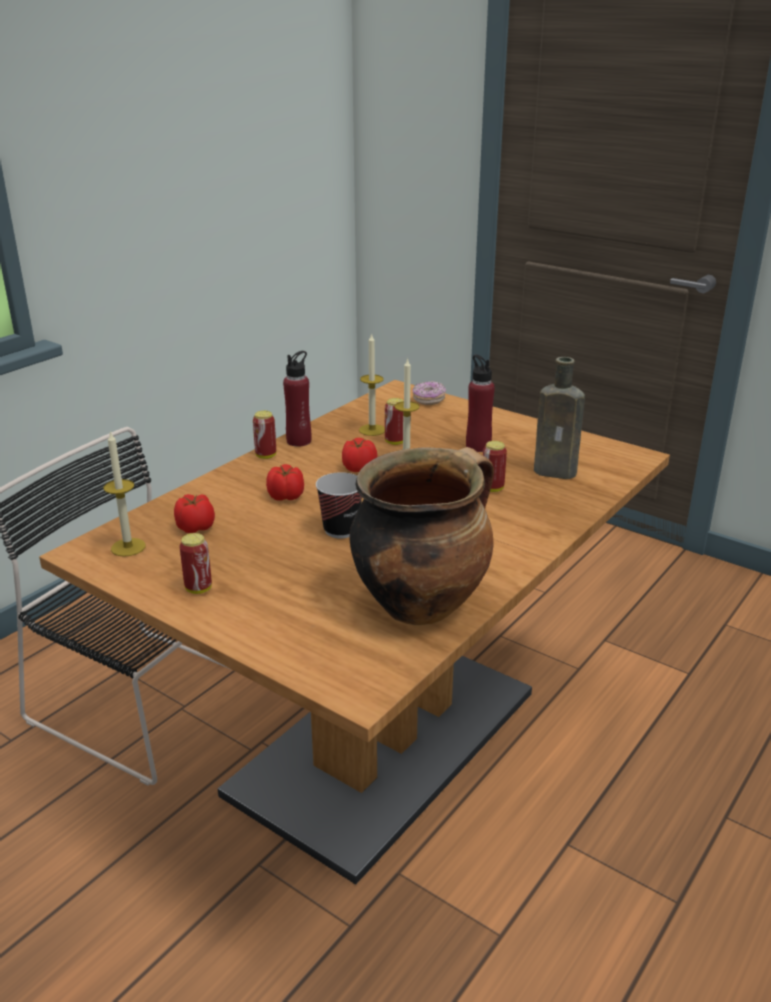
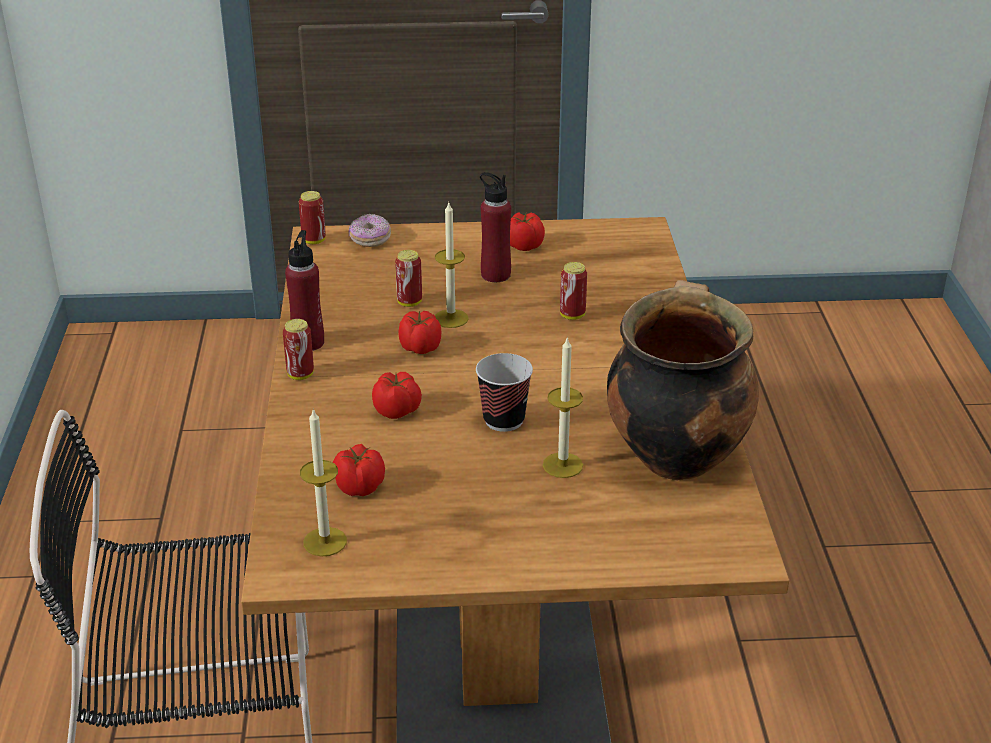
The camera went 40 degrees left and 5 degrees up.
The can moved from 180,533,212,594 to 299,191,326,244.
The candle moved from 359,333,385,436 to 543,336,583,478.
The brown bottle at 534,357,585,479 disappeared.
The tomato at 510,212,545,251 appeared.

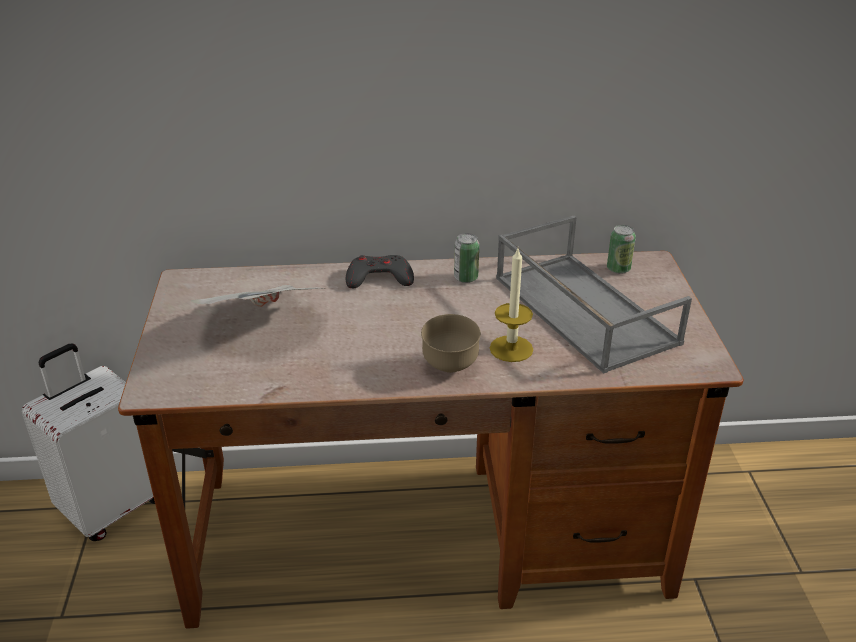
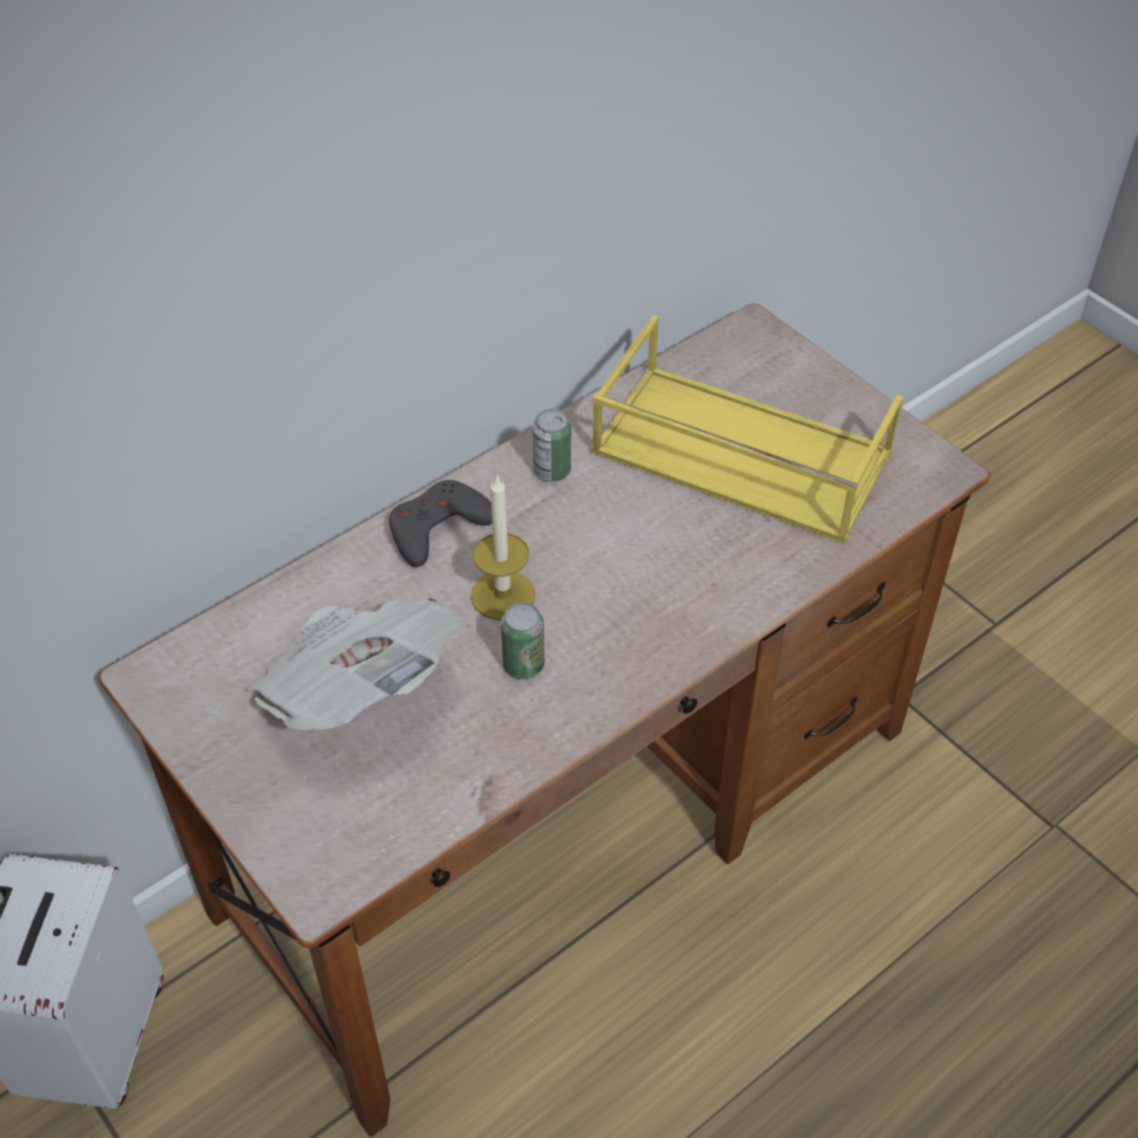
The camera went 35 degrees left and 15 degrees up.
The brown bowl at 421,314,481,373 disappeared.
The candle moved from 490,249,533,362 to 471,474,535,620.
The grey tray at 496,216,692,373 became the yellow tray at 591,315,903,543.
The can moved from 607,225,636,274 to 501,602,545,679.

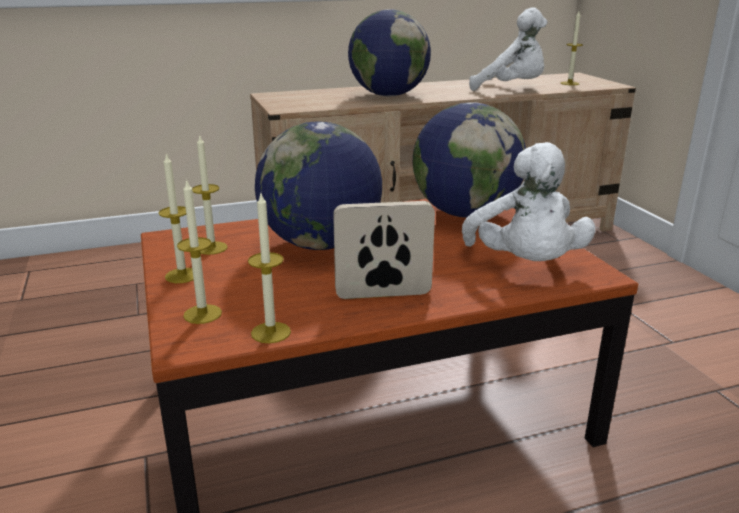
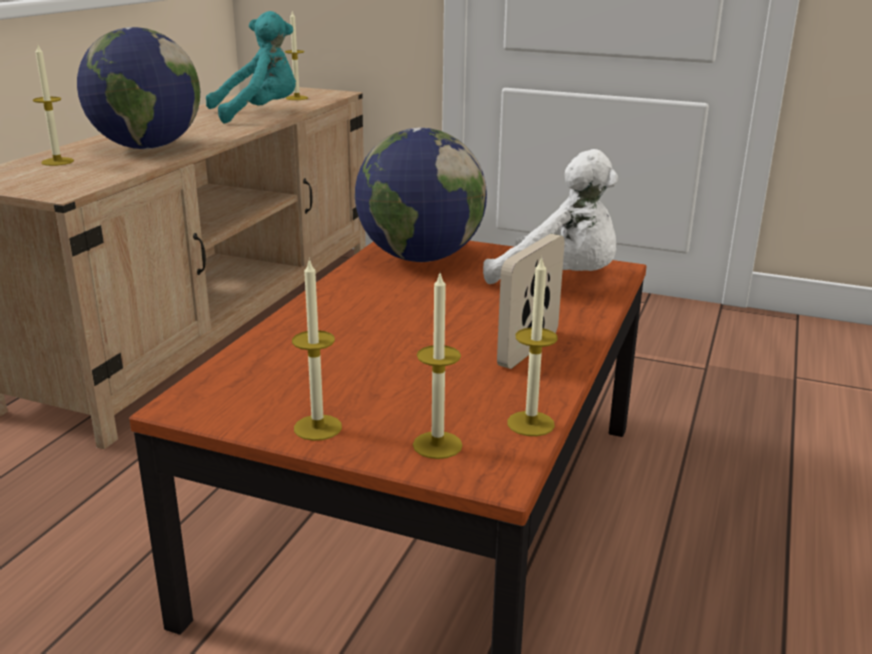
The camera went 50 degrees left and 0 degrees up.
The candle moved from 192,134,228,255 to 33,43,74,166.
The globe at 255,122,382,250 disappeared.
The white plush toy at 469,7,548,91 became the turquoise plush toy at 206,11,296,123.

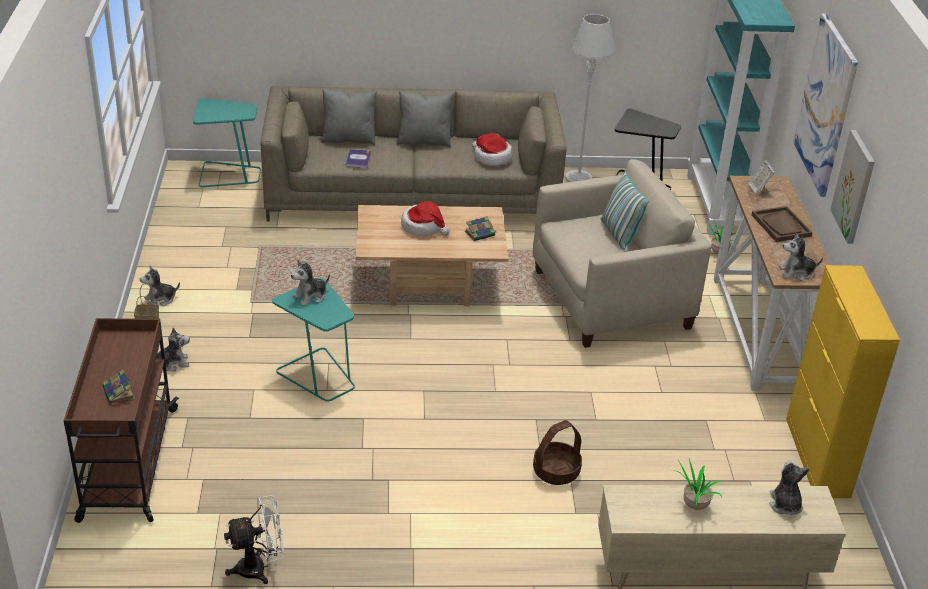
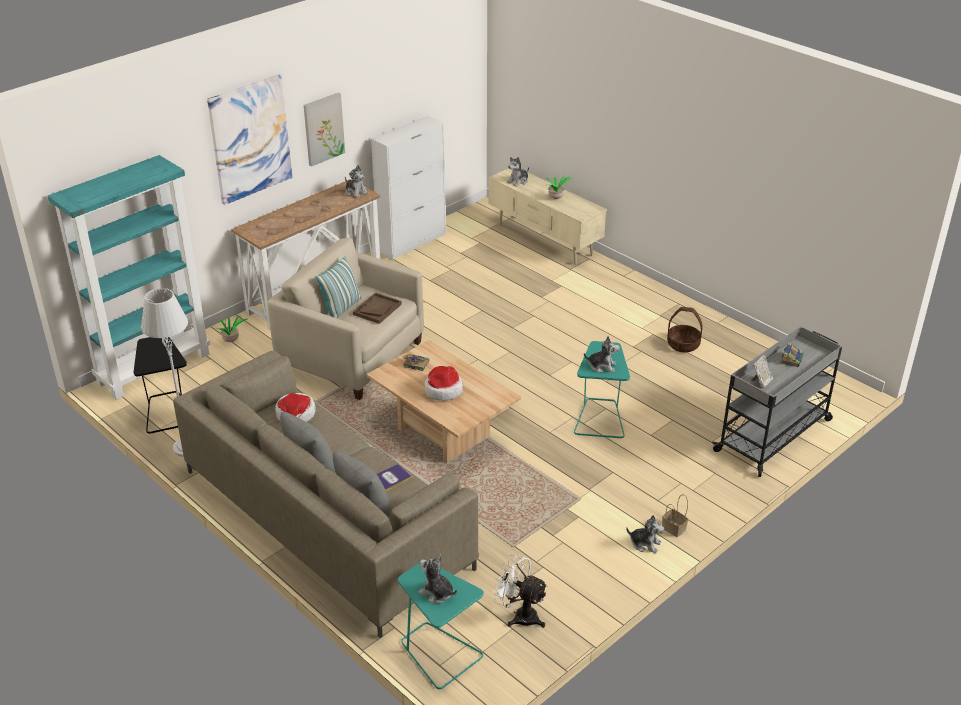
The camera went 130 degrees left and 0 degrees up.
The brown cart at 64,318,179,523 became the grey cart at 712,326,842,477.
The plush toy moved from 157,327,190,371 to 418,554,457,603.
The white fan moved from 224,495,284,584 to 493,554,548,628.
The basket moved from 533,420,582,485 to 667,307,703,352.
The picture frame moved from 748,160,775,195 to 752,355,773,388.
The brown tray moved from 751,206,813,242 to 353,292,402,324.
The yellow cabinet at 786,265,900,498 became the white cabinet at 371,116,446,260.

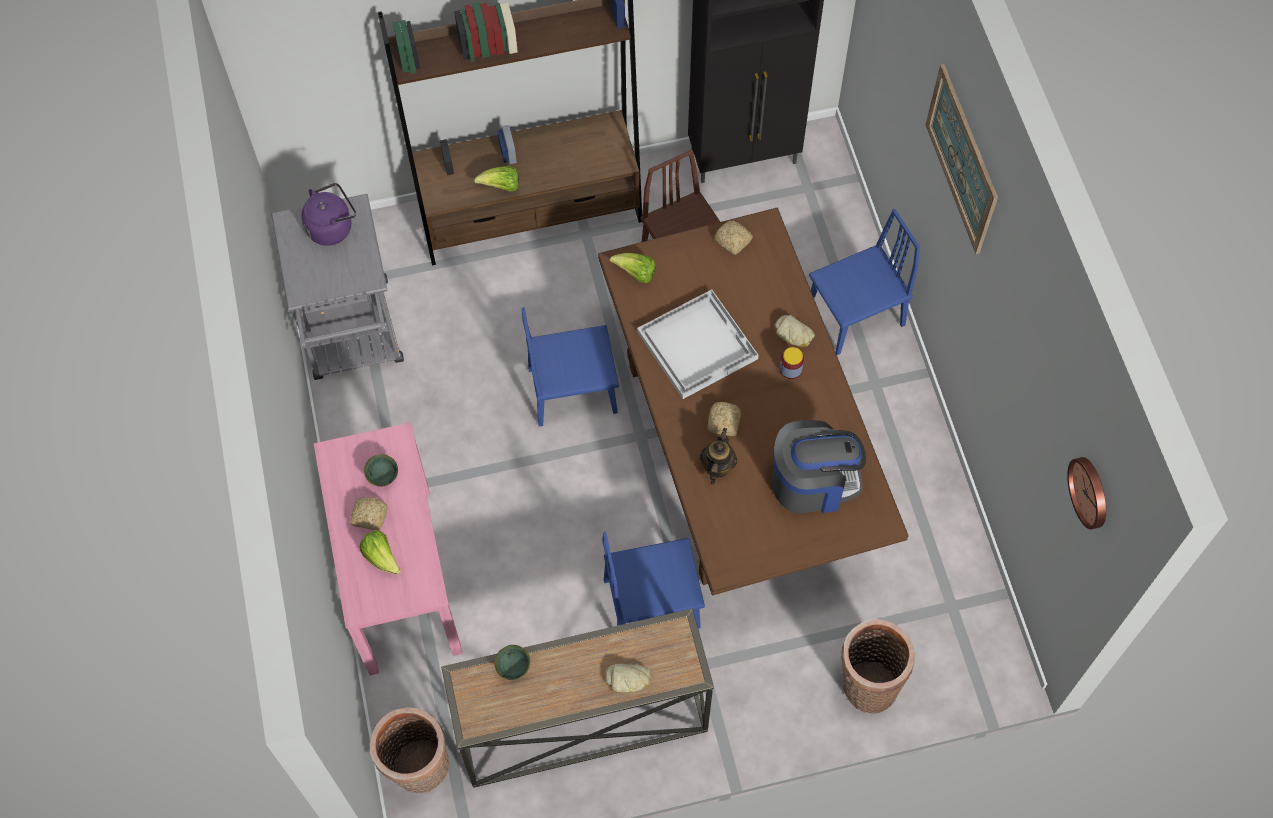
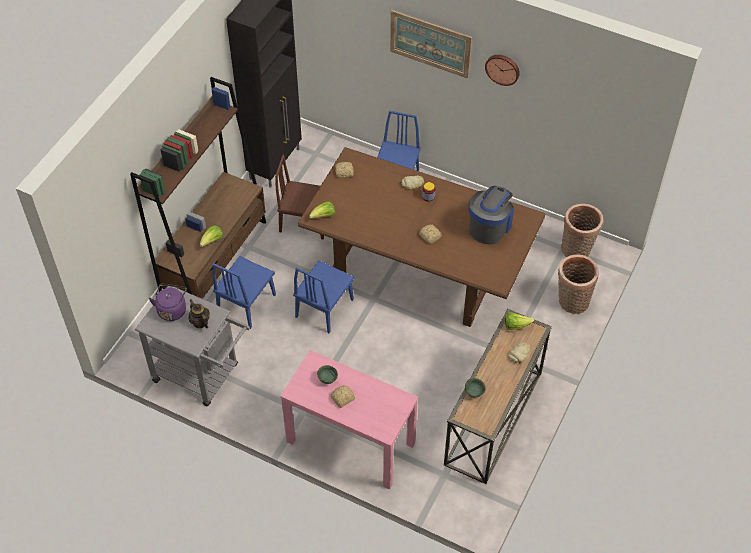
The camera went 50 degrees left and 10 degrees down.
The lettuce moved from 360,530,401,574 to 505,312,534,330.
The basket moved from 370,707,449,793 to 561,203,603,257.
The blue chair moved from 602,532,705,629 to 212,256,276,329.
The white tray at 637,290,759,399 disappeared.
The teapot moved from 700,428,737,485 to 189,299,210,328.
The wall clock moved from 1067,457,1106,530 to 485,55,520,86.

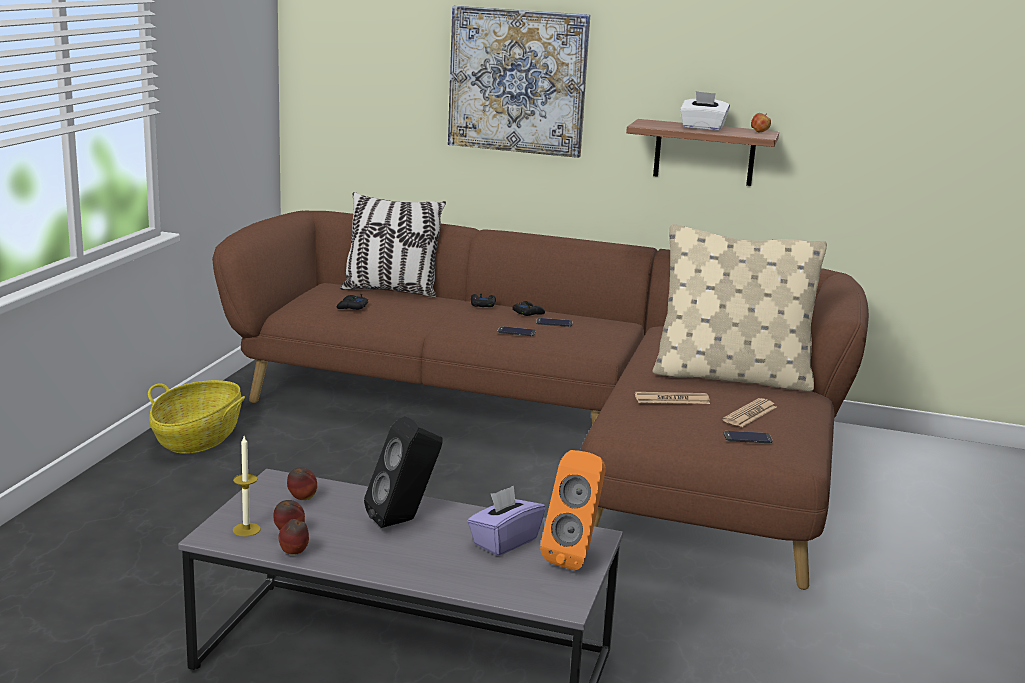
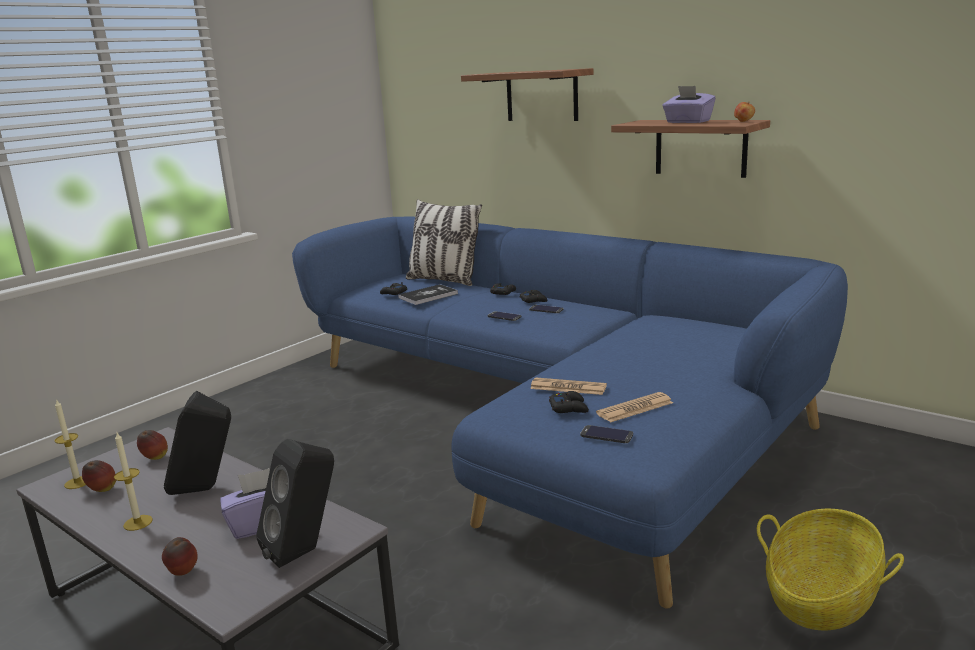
The camera went 25 degrees right and 0 degrees up.
The basket moved from 148,380,245,454 to 757,509,904,631.
The brown sofa at 212,211,869,590 became the blue sofa at 292,216,848,609.
The apple moved from 278,519,309,555 to 162,537,198,576.
The picture at 448,5,590,158 was replaced by the shelf at 461,68,594,121.
The orange speaker at 540,450,606,571 became the black speaker at 256,439,334,568.
The beige pillow at 652,224,827,391 disappeared.
The white tissue box at 680,91,730,130 became the purple tissue box at 663,86,716,123.
The candle at 114,432,153,531 appeared.
The book at 398,284,458,305 appeared.
The black game controller at 549,391,589,413 appeared.

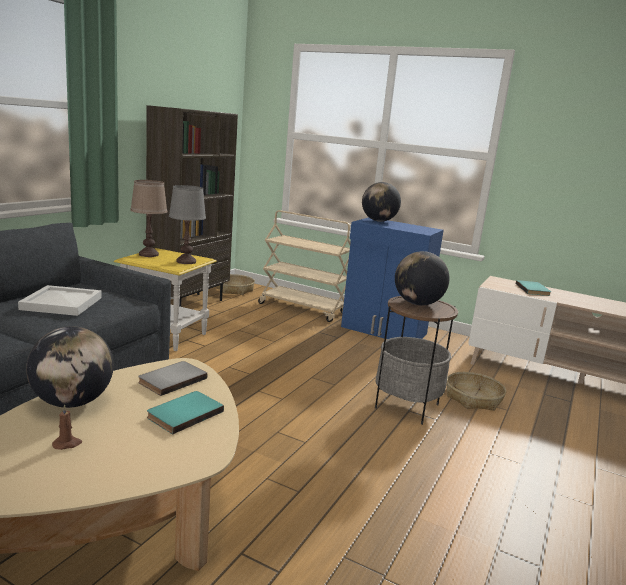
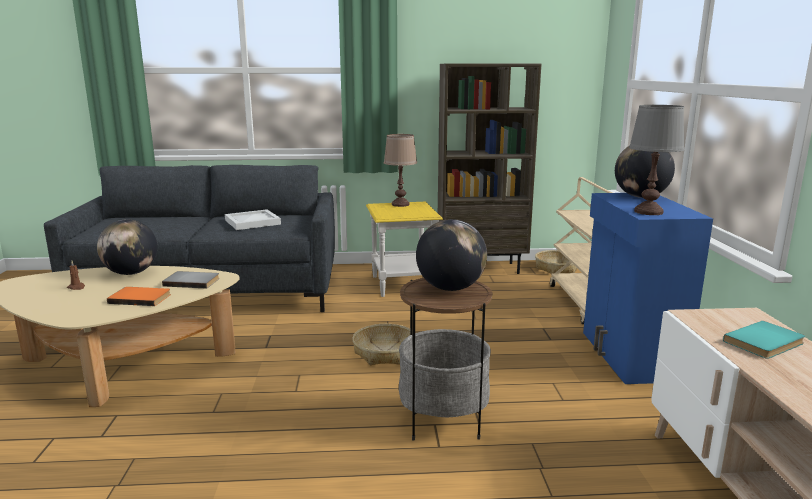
The camera went 60 degrees right and 0 degrees up.
The turquoise book at 147,391,224,434 became the orange book at 107,287,171,306.
The grey table lamp moved from 169,185,206,264 to 629,105,684,215.
The basket moved from 447,372,506,411 to 352,324,410,365.

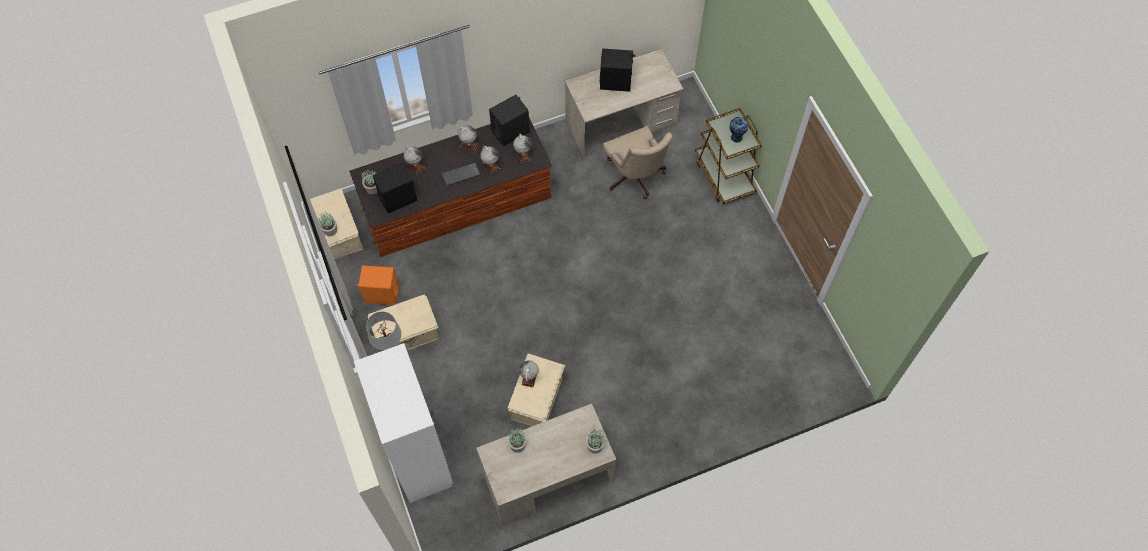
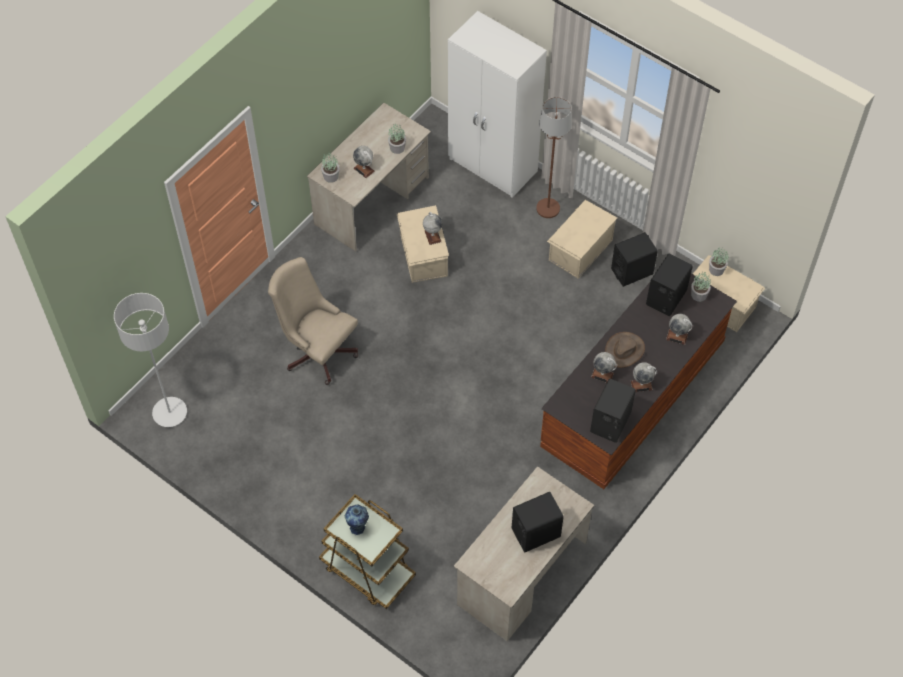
The camera went 150 degrees right and 5 degrees down.
The orange speaker at 357,266,399,305 became the black speaker at 611,232,658,287.
The keyboard at 442,163,480,186 was replaced by the brown hat at 605,332,645,368.
The globe moved from 513,134,531,163 to 353,146,375,178.
The beige office chair moved from 603,126,672,199 to 268,257,358,385.
The grey floor lamp at 114,293,187,427 appeared.

